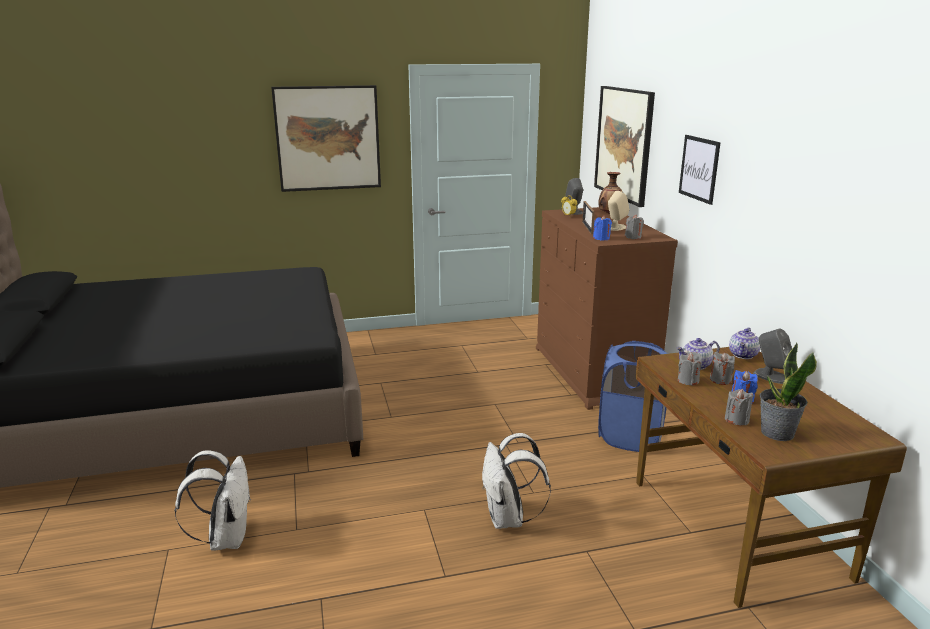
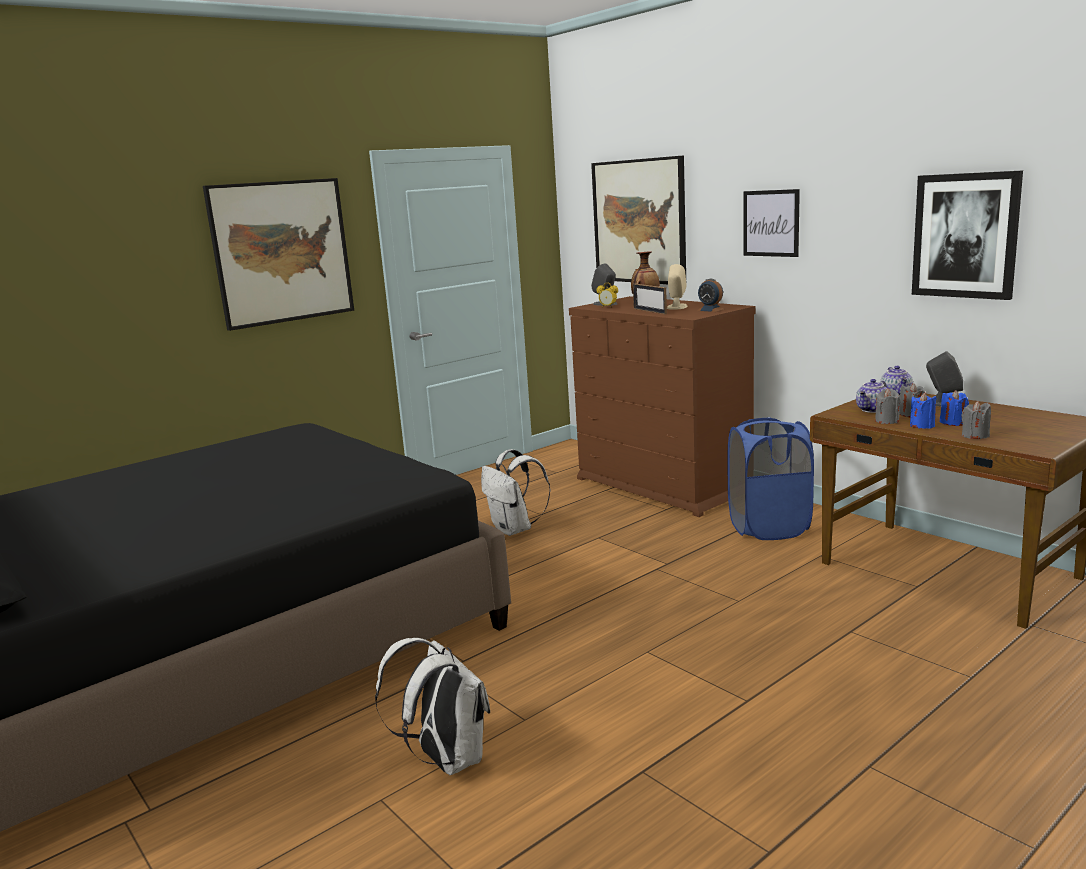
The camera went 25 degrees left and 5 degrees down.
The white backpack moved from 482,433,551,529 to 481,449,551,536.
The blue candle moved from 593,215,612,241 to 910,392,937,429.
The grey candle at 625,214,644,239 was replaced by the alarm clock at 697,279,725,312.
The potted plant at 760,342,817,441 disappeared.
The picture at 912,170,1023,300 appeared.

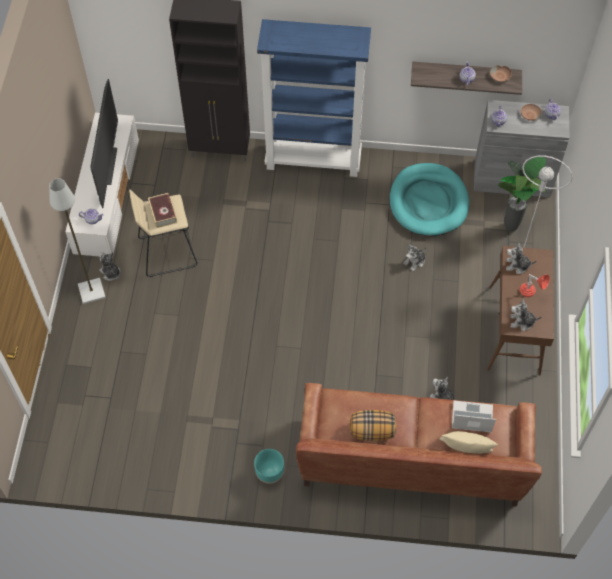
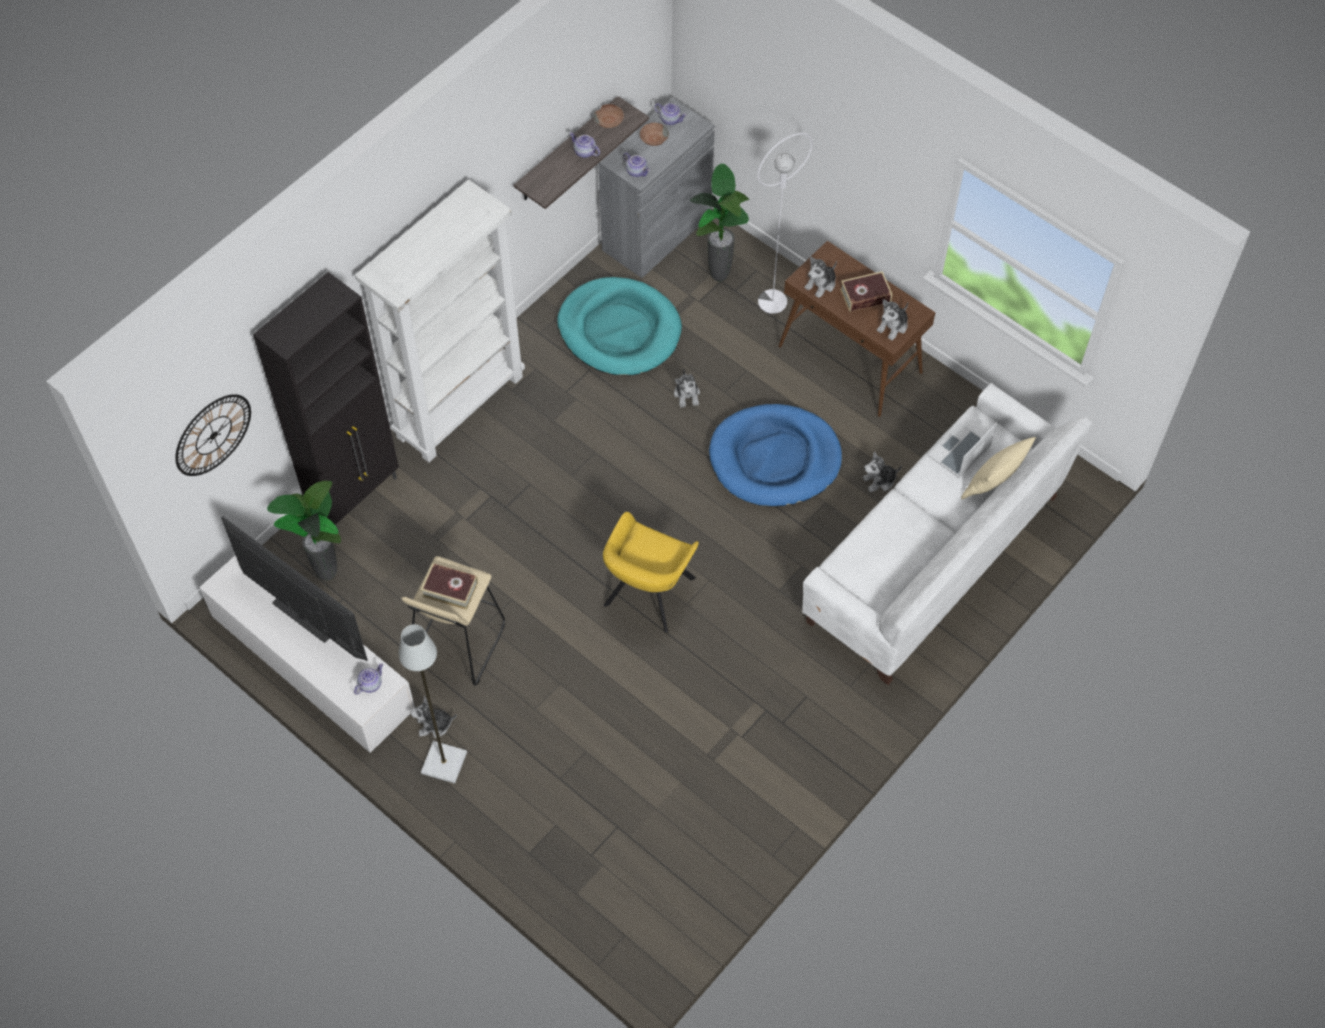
The camera went 55 degrees left and 0 degrees up.
The turquoise planter at 254,449,284,484 disappeared.
The blue bookcase at 257,19,371,177 became the white bookcase at 355,179,525,462.
The brown sofa at 296,383,542,507 became the white sofa at 802,383,1092,685.
The pillow at 350,410,397,441 disappeared.
The red table lamp at 520,274,550,297 was replaced by the book at 840,271,892,312.
The wall clock at 175,394,251,476 appeared.
The potted plant at 267,481,341,580 appeared.
The yellow armchair at 603,512,699,633 appeared.
The blue dog bed at 709,404,842,507 appeared.

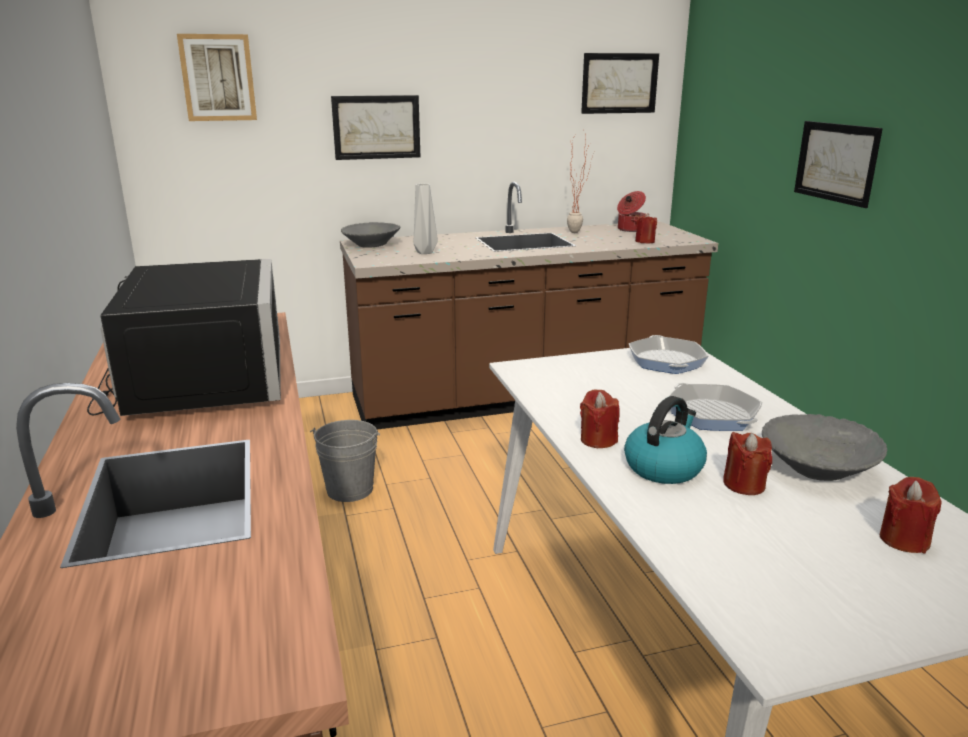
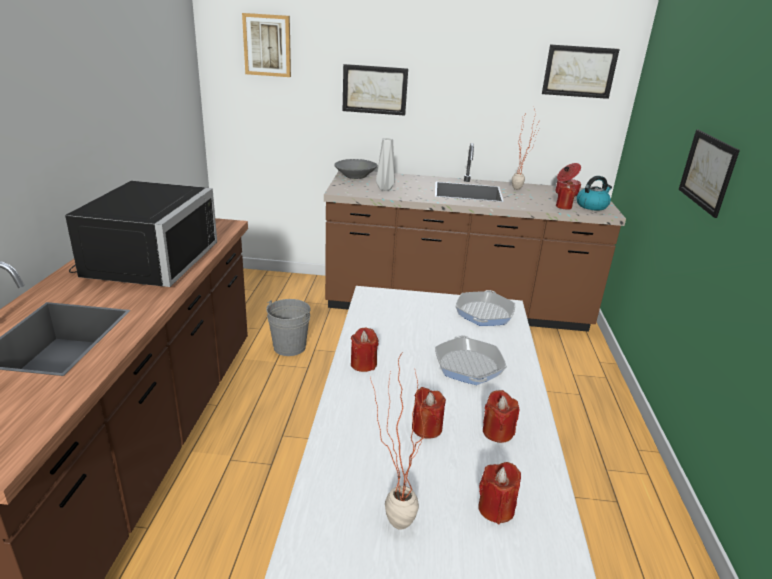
The camera went 20 degrees right and 5 degrees up.
The kettle moved from 624,396,707,484 to 576,176,612,211.
The grey bowl at 762,414,887,481 was replaced by the red candle at 483,390,519,443.
The potted plant at 370,353,429,530 appeared.

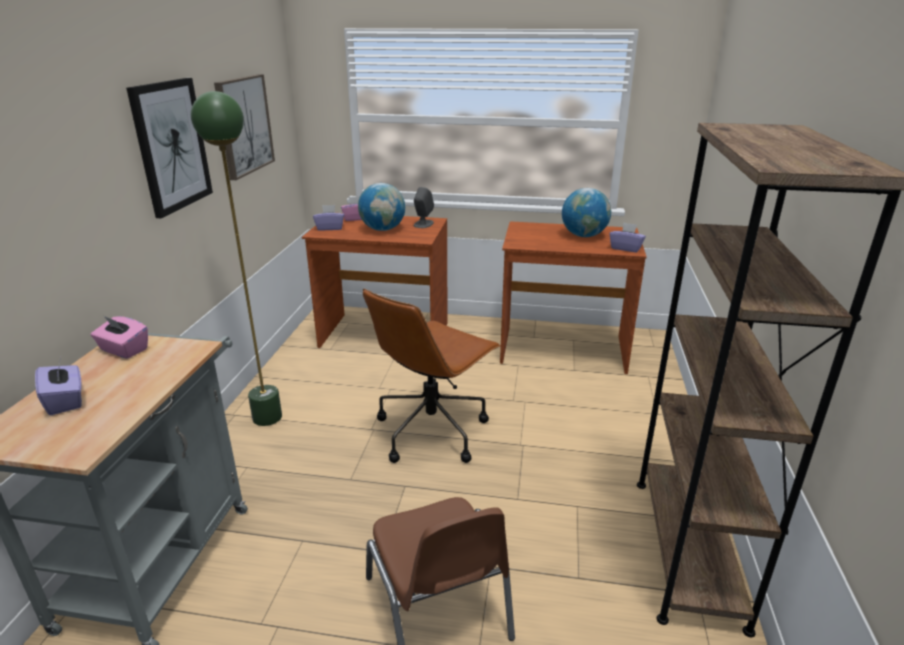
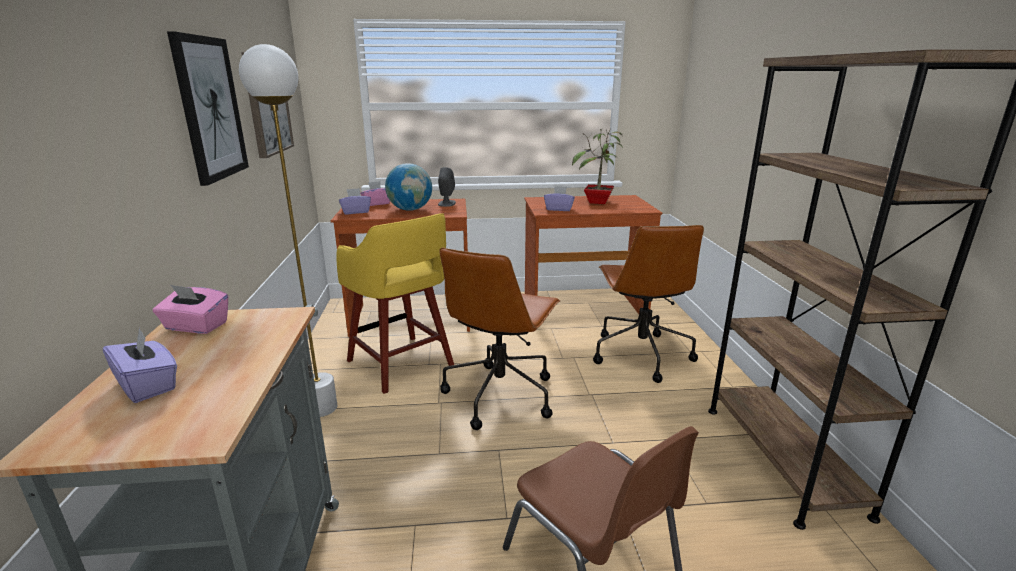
The camera went 15 degrees left and 5 degrees down.
The green floor lamp at 191,91,282,426 became the white floor lamp at 239,44,337,417.
The globe at 562,188,611,237 was replaced by the potted plant at 572,128,624,204.
The purple tissue box moved from 610,222,646,252 to 544,186,575,211.
The yellow stool at 336,213,454,394 appeared.
The brown office chair at 593,225,704,383 appeared.

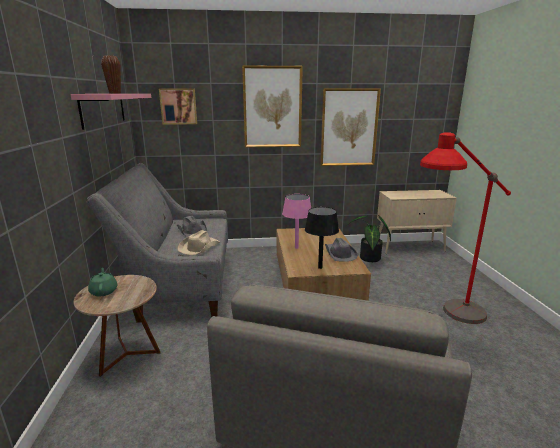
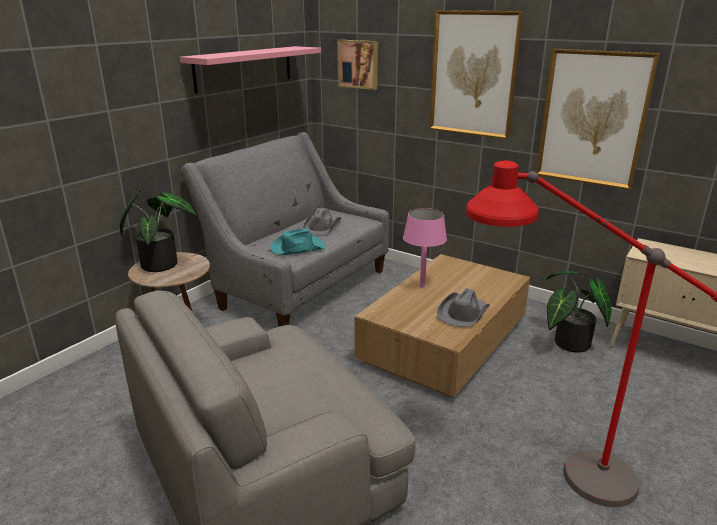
The camera went 40 degrees right and 5 degrees up.
The green teapot at 88,268,118,297 was replaced by the potted plant at 120,189,197,272.
The brown vase at 101,55,121,94 disappeared.
The beige hat at 178,230,220,255 became the turquoise hat at 270,228,325,255.
The black table lamp at 305,207,339,269 disappeared.

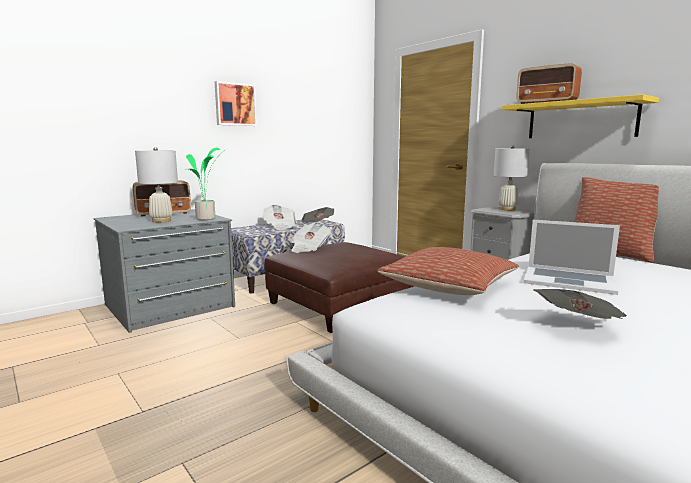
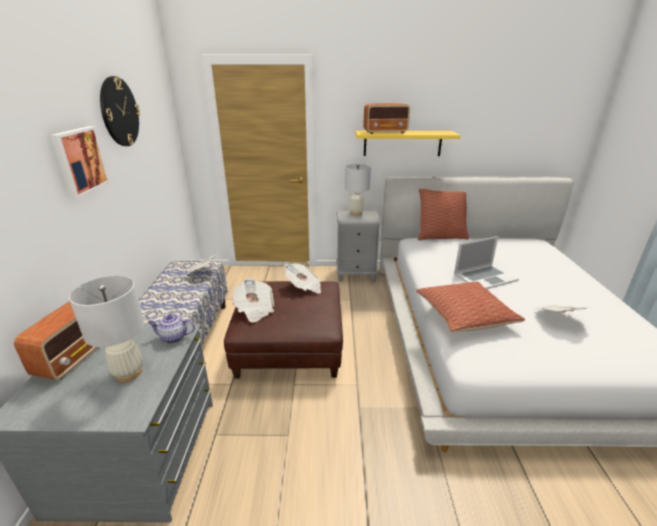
The camera went 50 degrees left and 15 degrees up.
The potted plant at 185,148,225,220 was replaced by the teapot at 147,314,195,343.
The newspaper moved from 262,205,297,230 to 284,264,321,293.
The wall clock at 100,76,140,146 appeared.

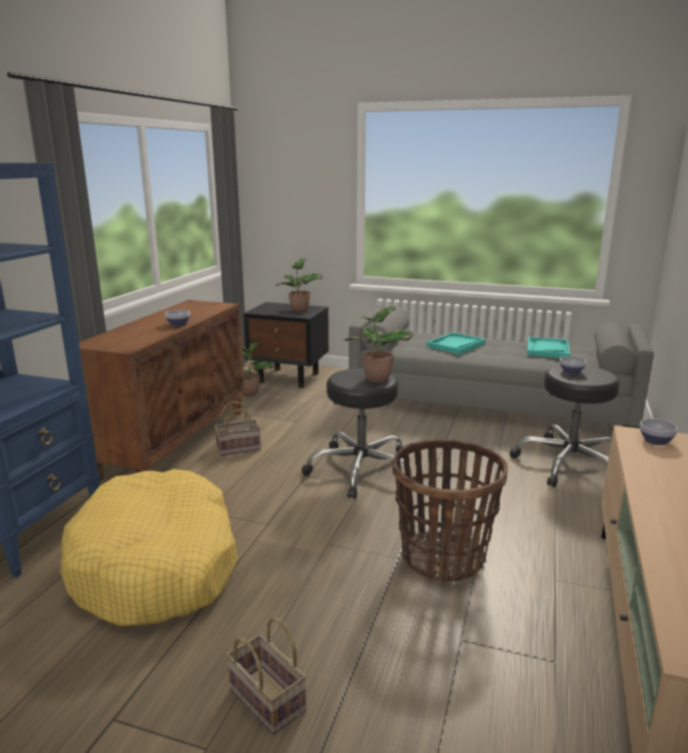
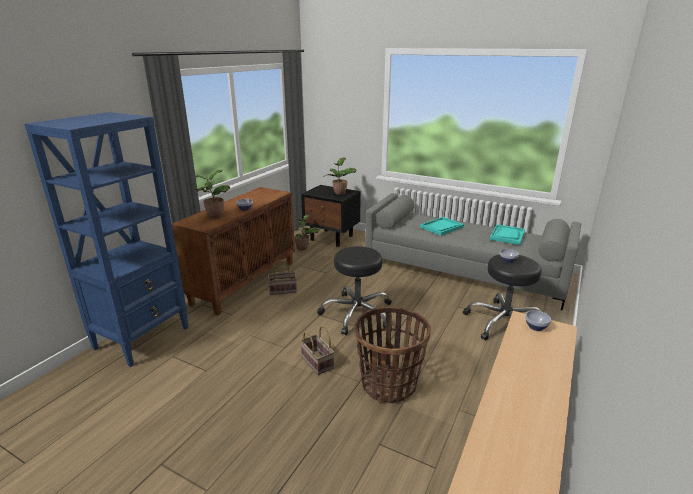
The camera went 10 degrees right and 5 degrees up.
The yellow dog bed at 60,469,238,626 disappeared.
The basket moved from 226,617,307,735 to 300,326,334,375.
The potted plant moved from 343,306,414,383 to 192,169,230,218.

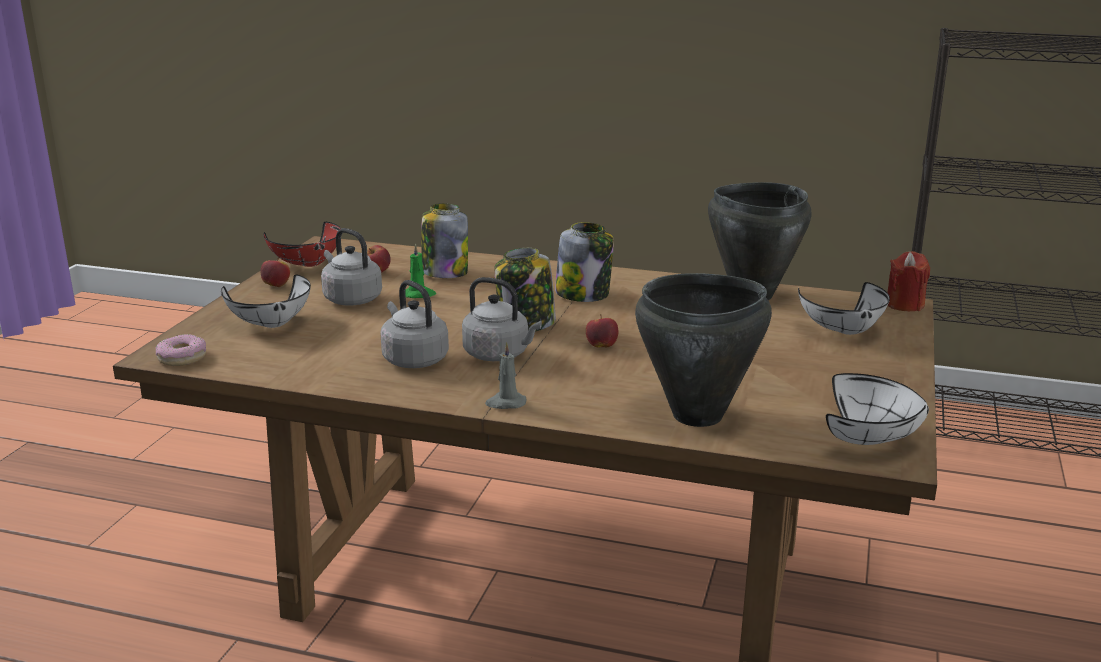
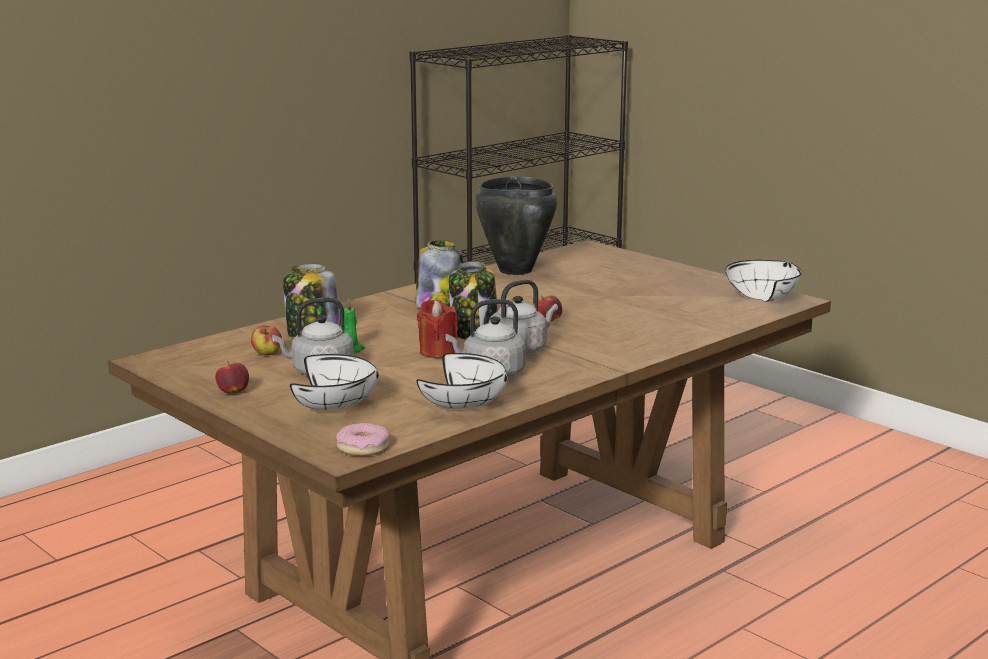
The camera went 60 degrees left and 5 degrees down.
The red bowl at 263,222,341,267 disappeared.
The grey candle at 485,342,526,409 disappeared.
The black cooking pot at 635,273,772,427 disappeared.
The white bowl moved from 798,282,890,335 to 416,353,508,409.
The red candle moved from 887,251,930,311 to 417,300,458,358.

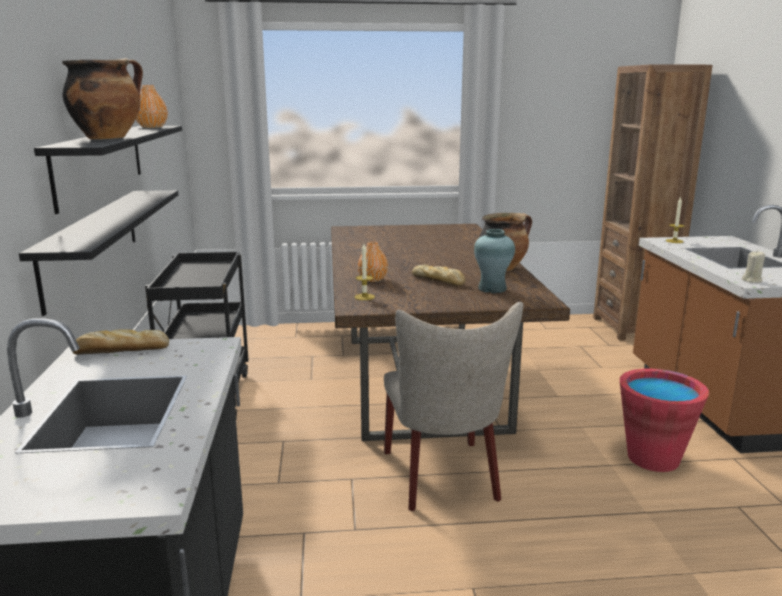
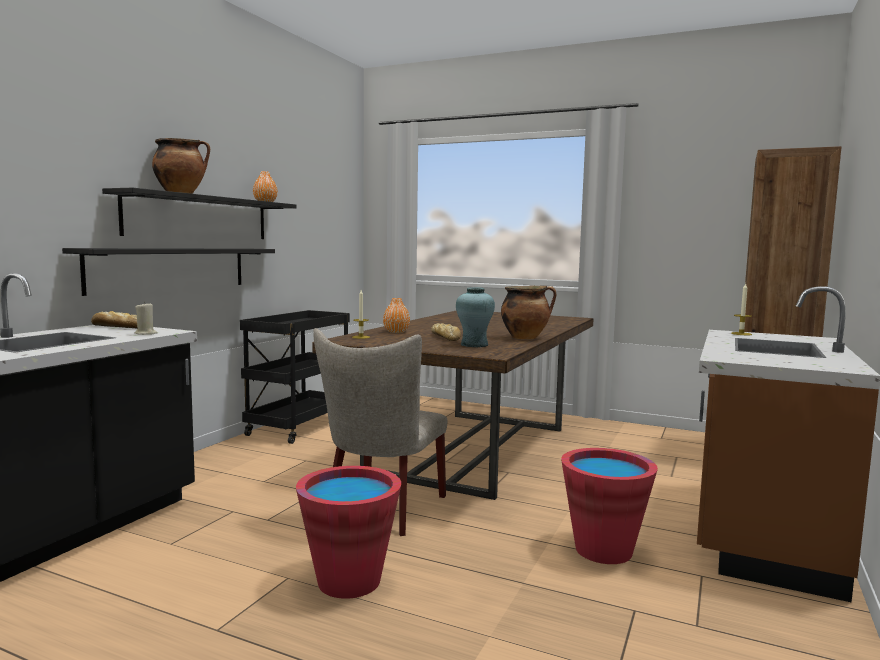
The camera went 30 degrees right and 10 degrees down.
The beige candle moved from 742,250,765,283 to 135,302,158,335.
The red bucket at 296,466,401,599 appeared.

